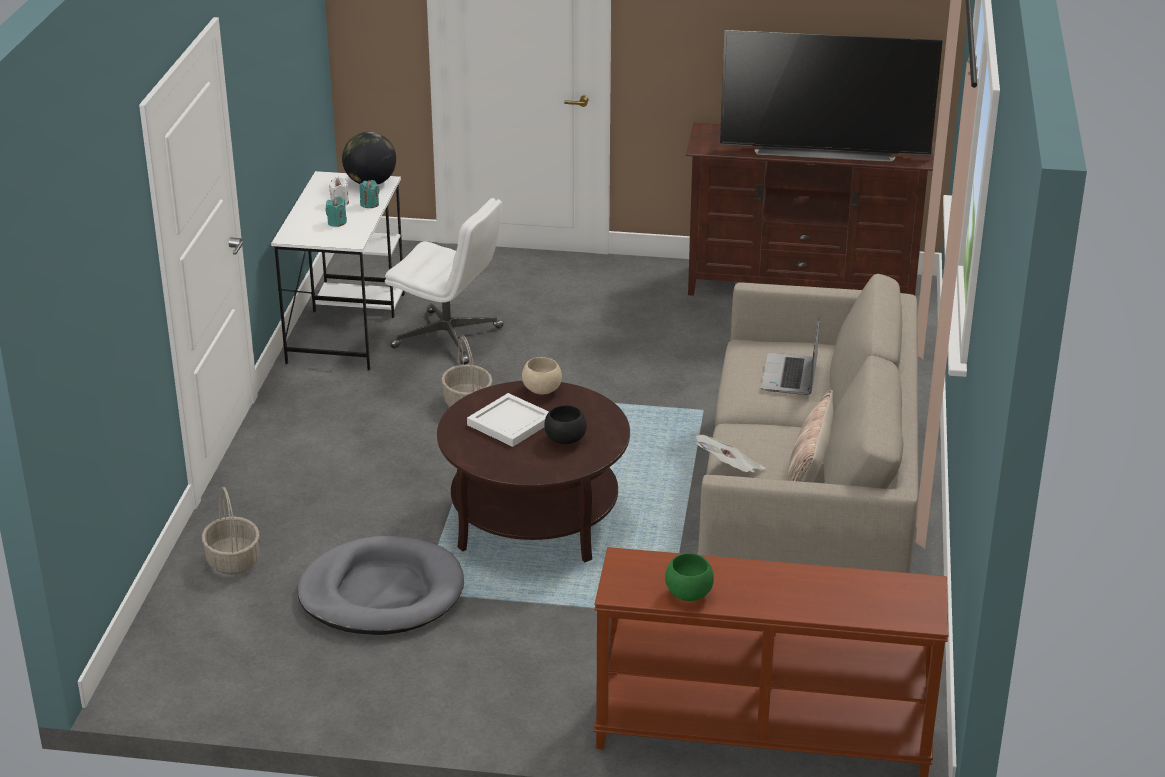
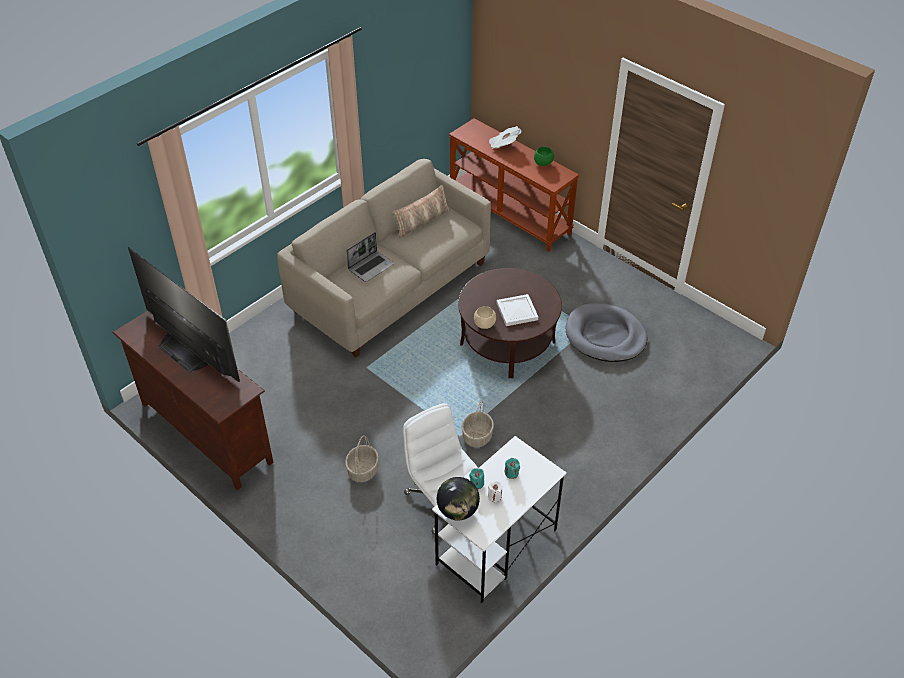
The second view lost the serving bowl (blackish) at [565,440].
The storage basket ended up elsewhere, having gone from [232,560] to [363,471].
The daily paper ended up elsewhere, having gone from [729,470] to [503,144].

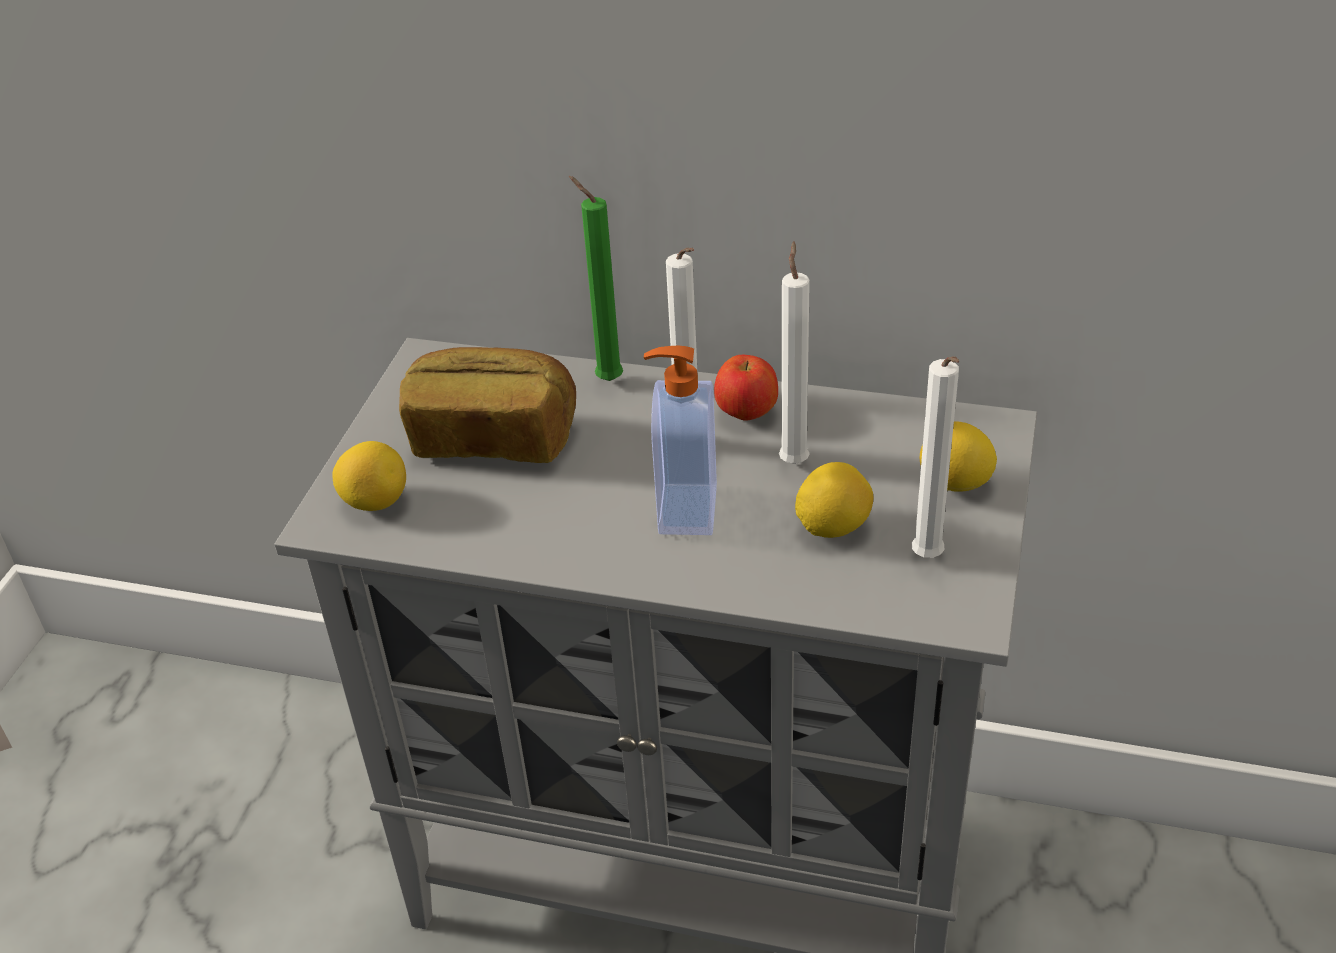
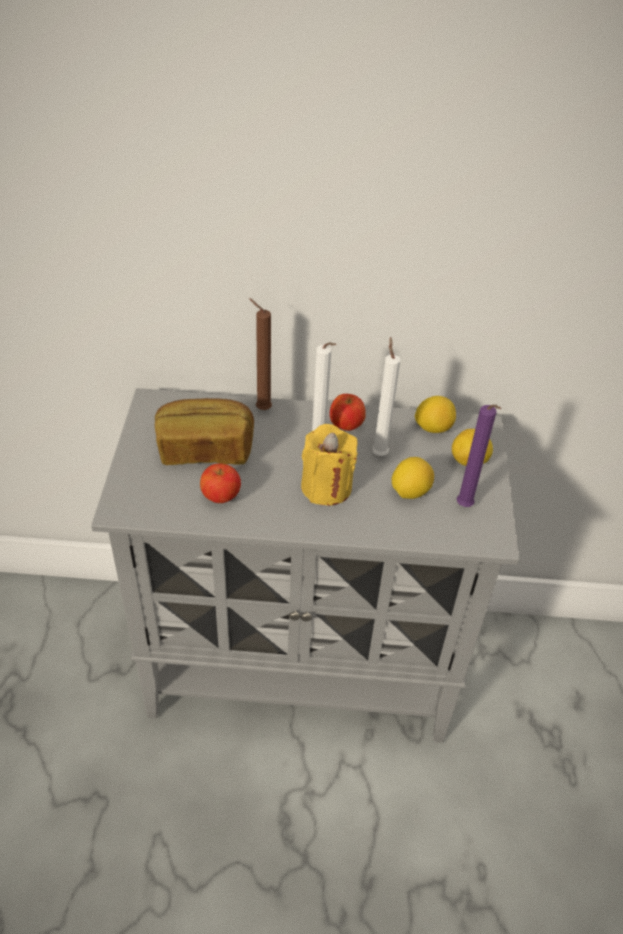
The second view gained the apple fruit at [221,496].
The whole lemon ended up elsewhere, having gone from [375,502] to [433,428].
Where the soap dispenser stood at [684,510], the wax candle (yellowish) came to stand at [326,487].
What was the wax candle (green) at [605,379] turned into the wax candle (brown-coloured) at [261,409].
What was the wax candle (whitish) at [928,560] turned into the wax candle (purple-coloured) at [465,507].

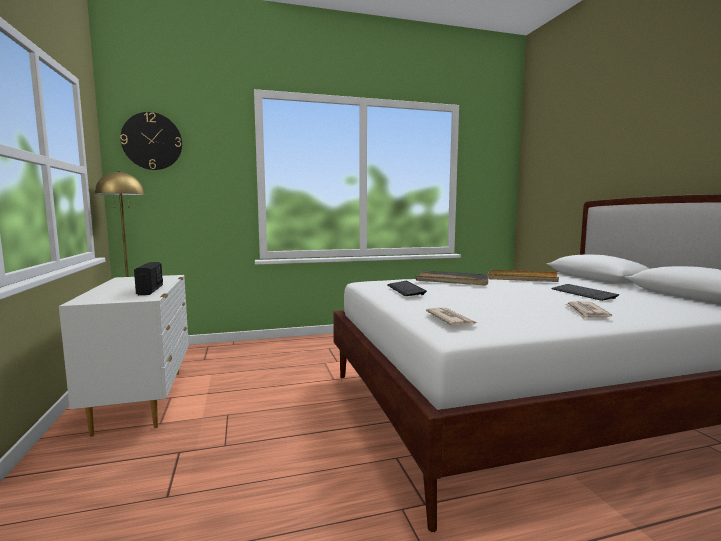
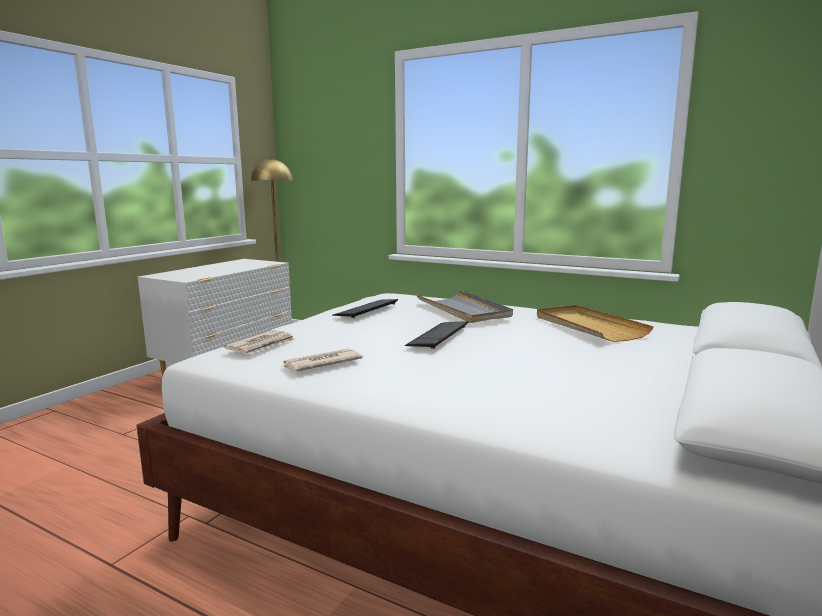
The second view lost the clock on the wall at [152,141].
The second view lost the radio set at [150,290].
The keyboard ended up elsewhere, having gone from [583,293] to [438,336].
The daily paper ended up elsewhere, having gone from [586,312] to [321,364].

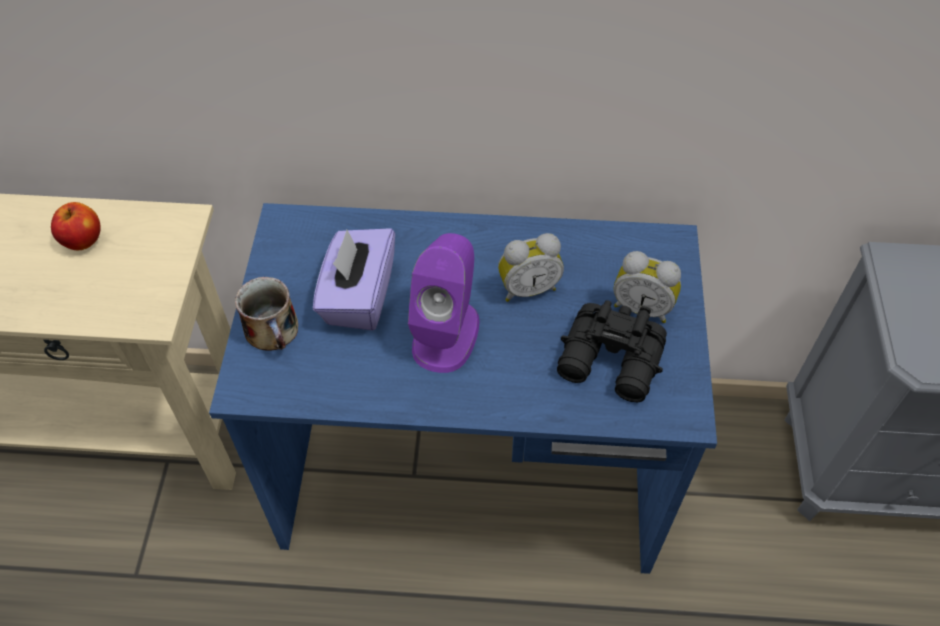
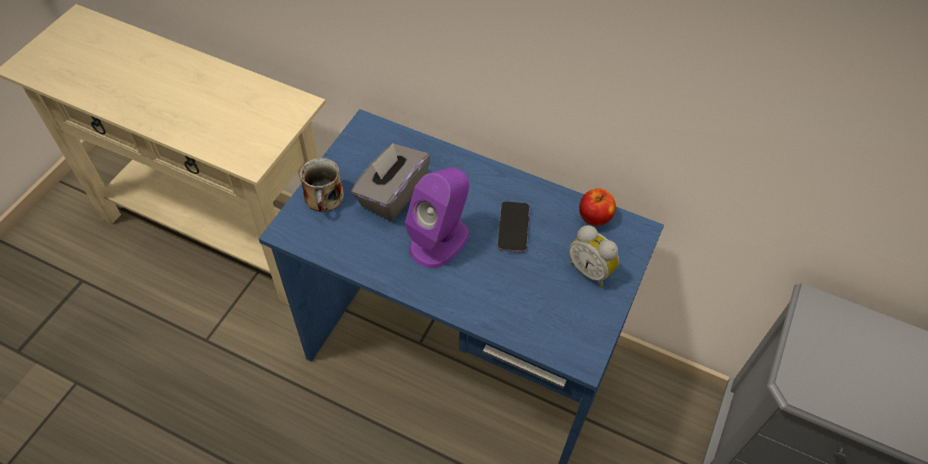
The second view lost the pair of binoculars (blackish) at [611,363].
The apple fruit ended up elsewhere, having gone from [83,241] to [594,217].
Where the table clock stood at [527,288], the phone came to stand at [513,228].
What was the tissue holder (purple-coloured) at [358,297] turned into the tissue holder (gray) at [392,194].

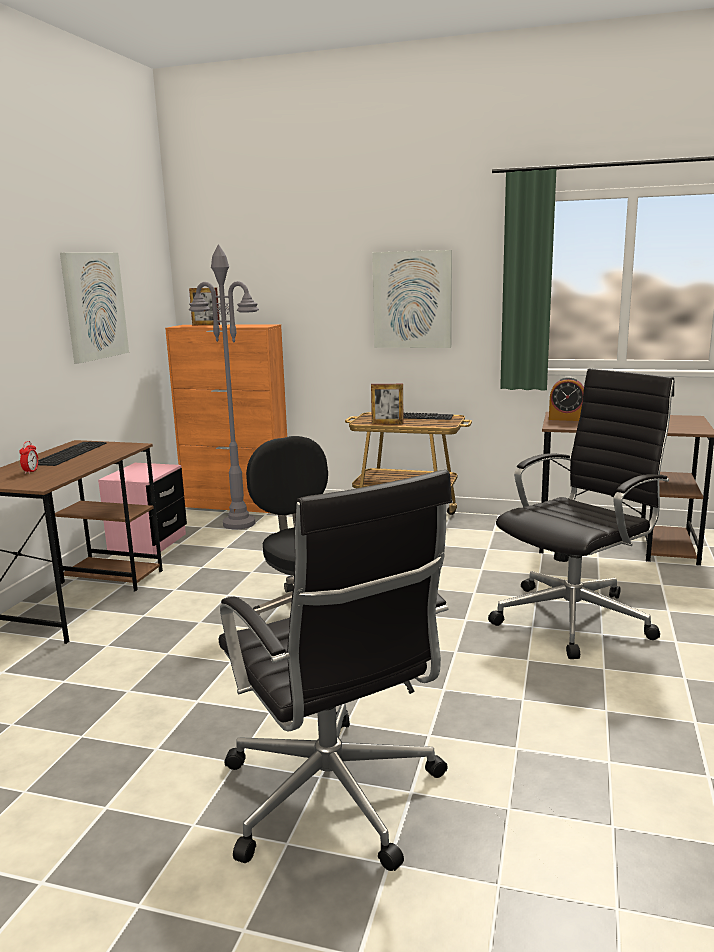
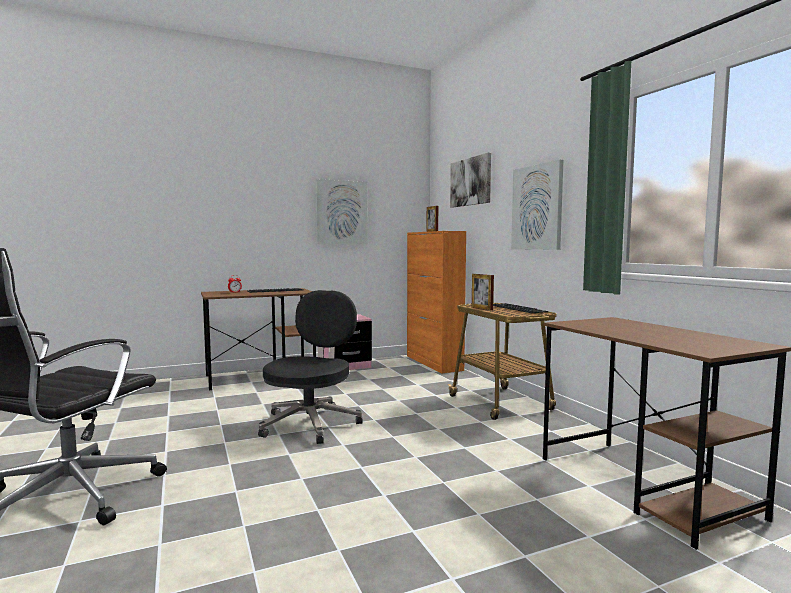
The second view lost the floor lamp (gray) at [238,523].
The second view lost the office chair (blackish) at [576,618].
The second view lost the table clock at [566,419].
The second view gained the wall picture at [470,182].

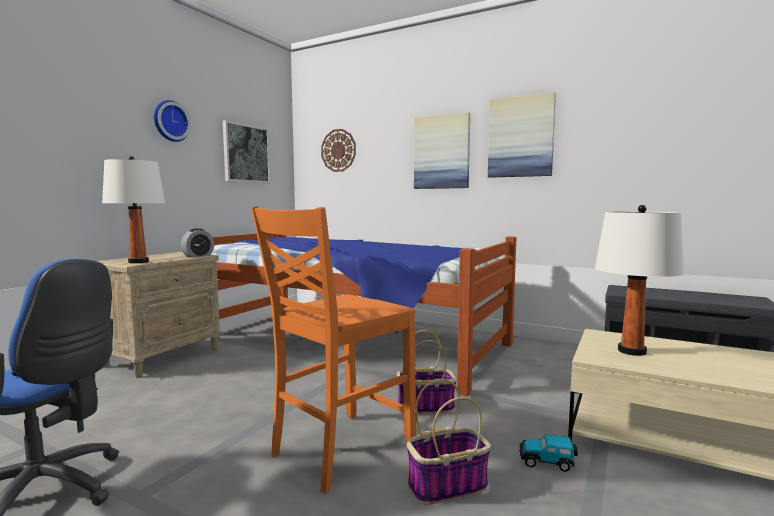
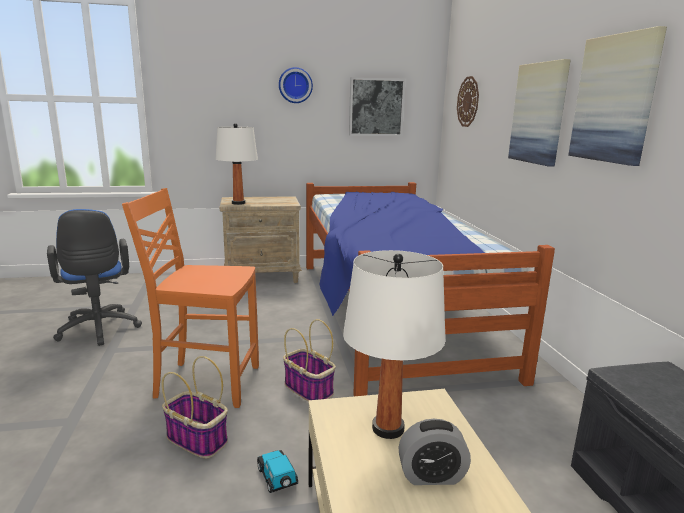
The table clock ended up elsewhere, having gone from [198,256] to [431,476].

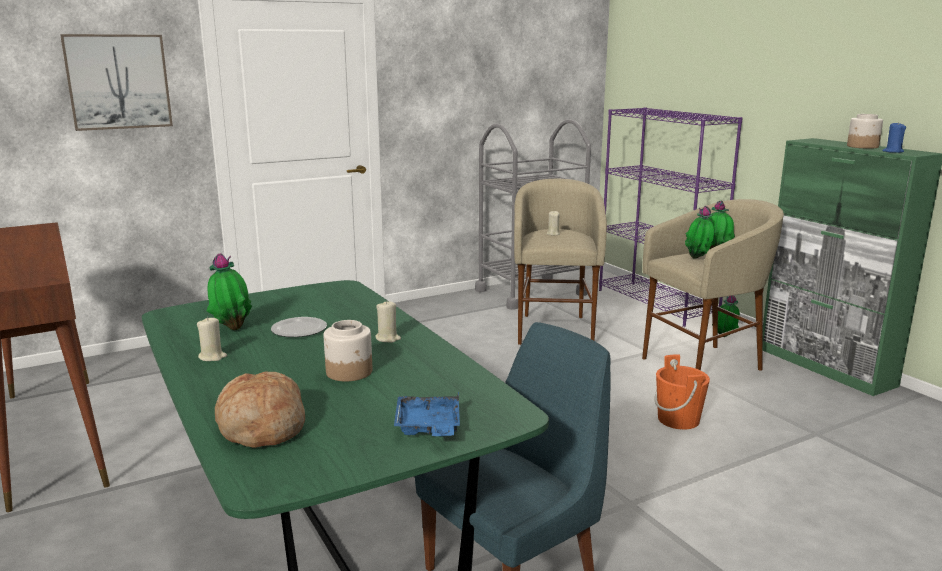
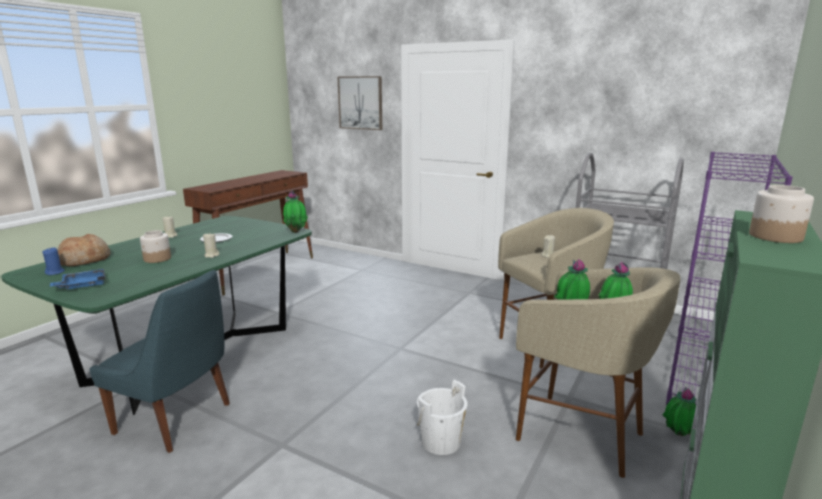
The houseplant ended up elsewhere, having gone from [232,328] to [296,231].
The wax candle (bluish) ended up elsewhere, having gone from [892,151] to [55,272].
What was the bucket (orange) at [678,419] turned into the bucket (whitish) at [441,441].

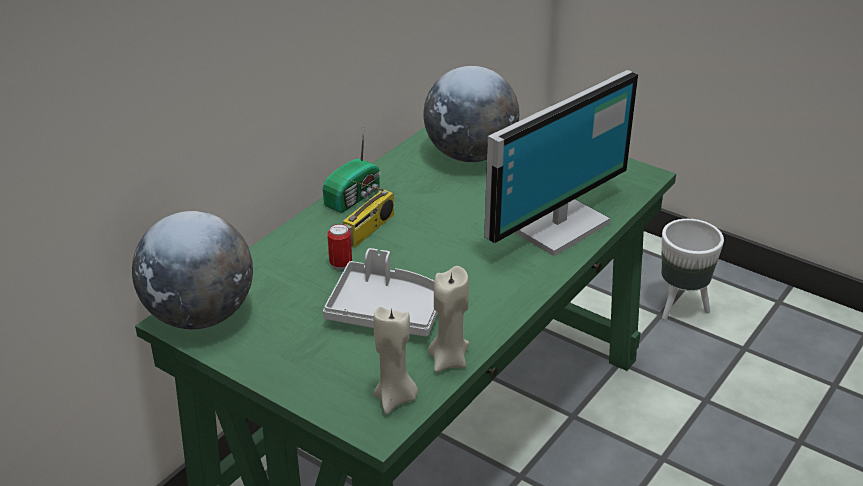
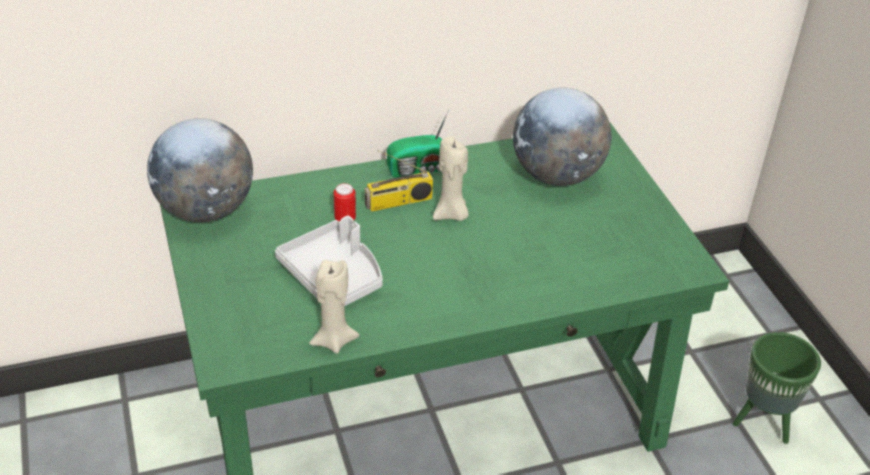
The second view lost the computer display at [555,224].
The wax candle (beige) ended up elsewhere, having gone from [395,398] to [451,214].
What was the flower pot (whitish) at [681,307] turned into the flower pot (green) at [763,423].

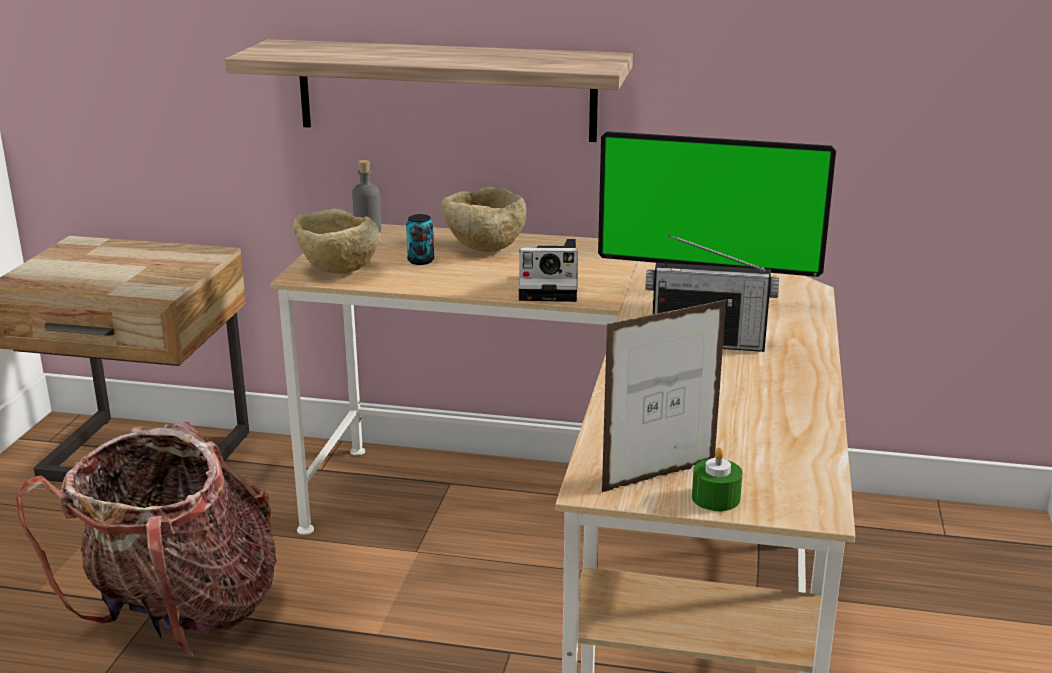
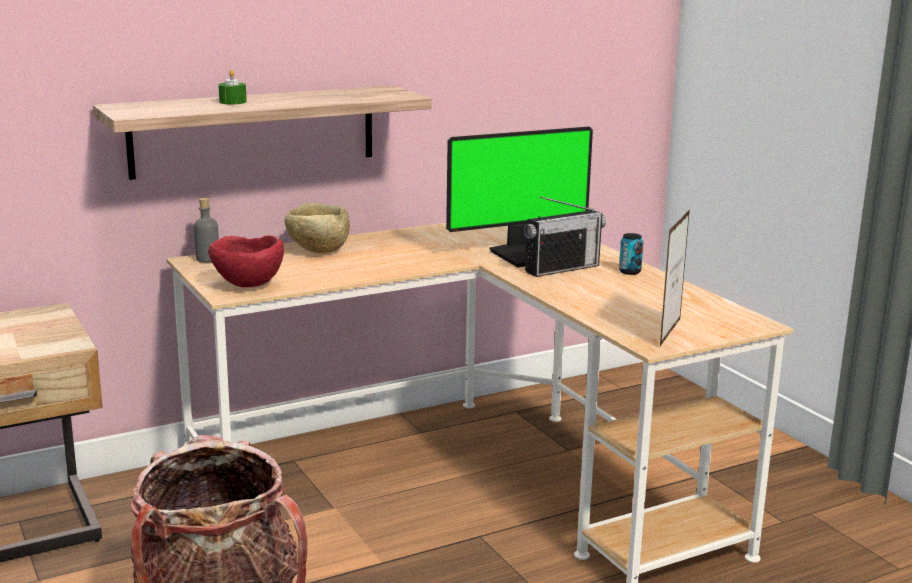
The second view lost the still camera at [551,287].
The metal can ended up elsewhere, having gone from [420,261] to [629,271].
The wax candle (green) ended up elsewhere, having gone from [715,498] to [233,102].
What was the serving bowl (beige) at [337,272] turned into the serving bowl (reddish) at [248,287].

